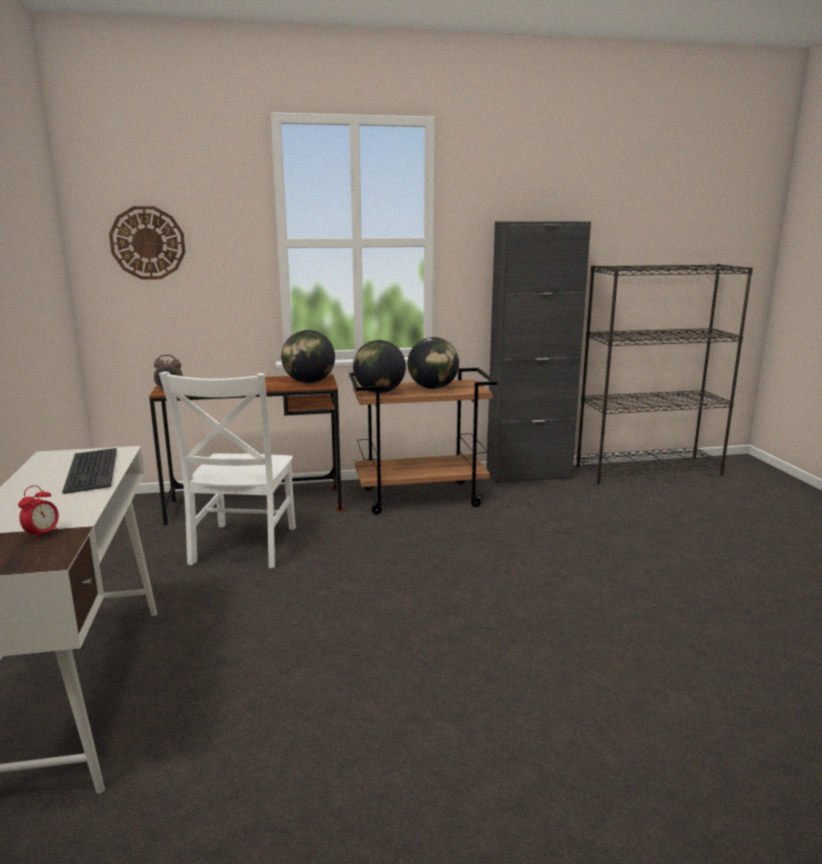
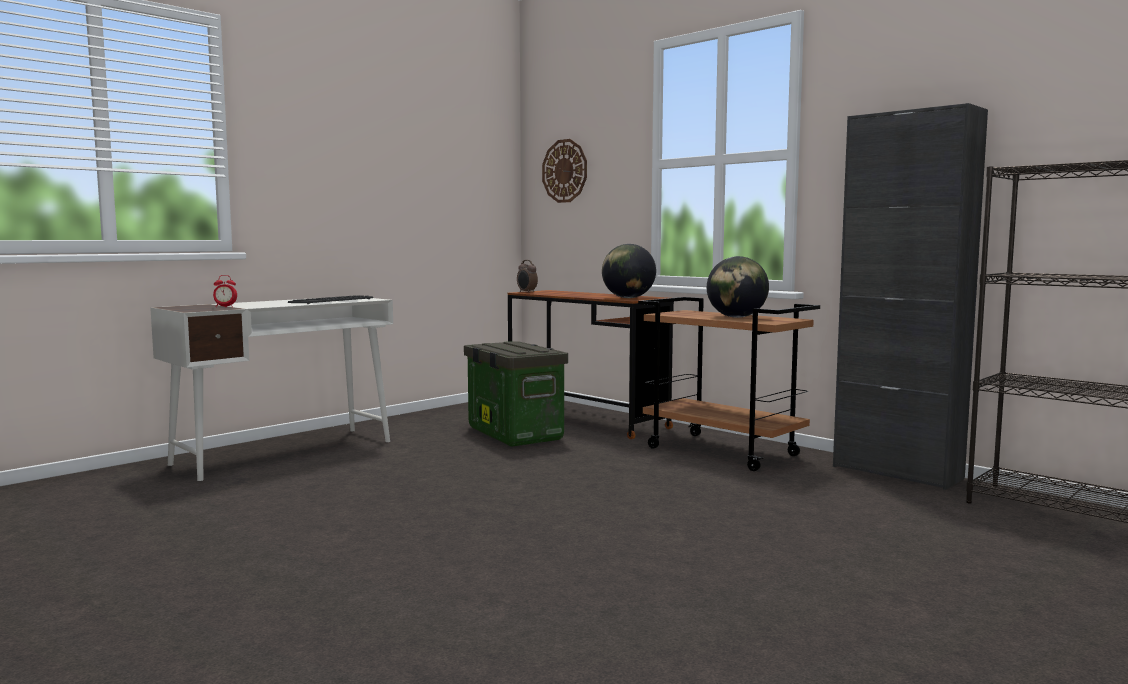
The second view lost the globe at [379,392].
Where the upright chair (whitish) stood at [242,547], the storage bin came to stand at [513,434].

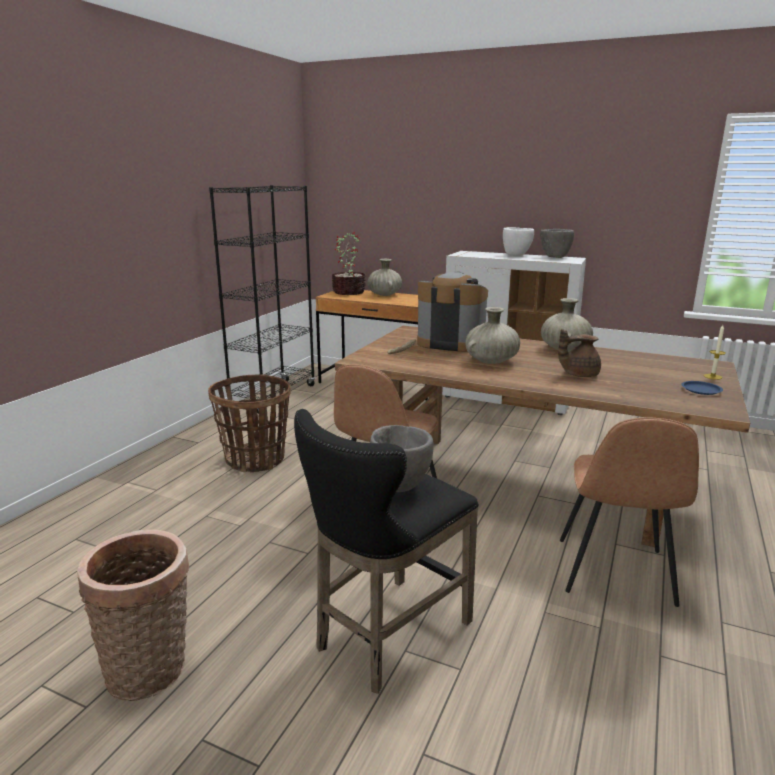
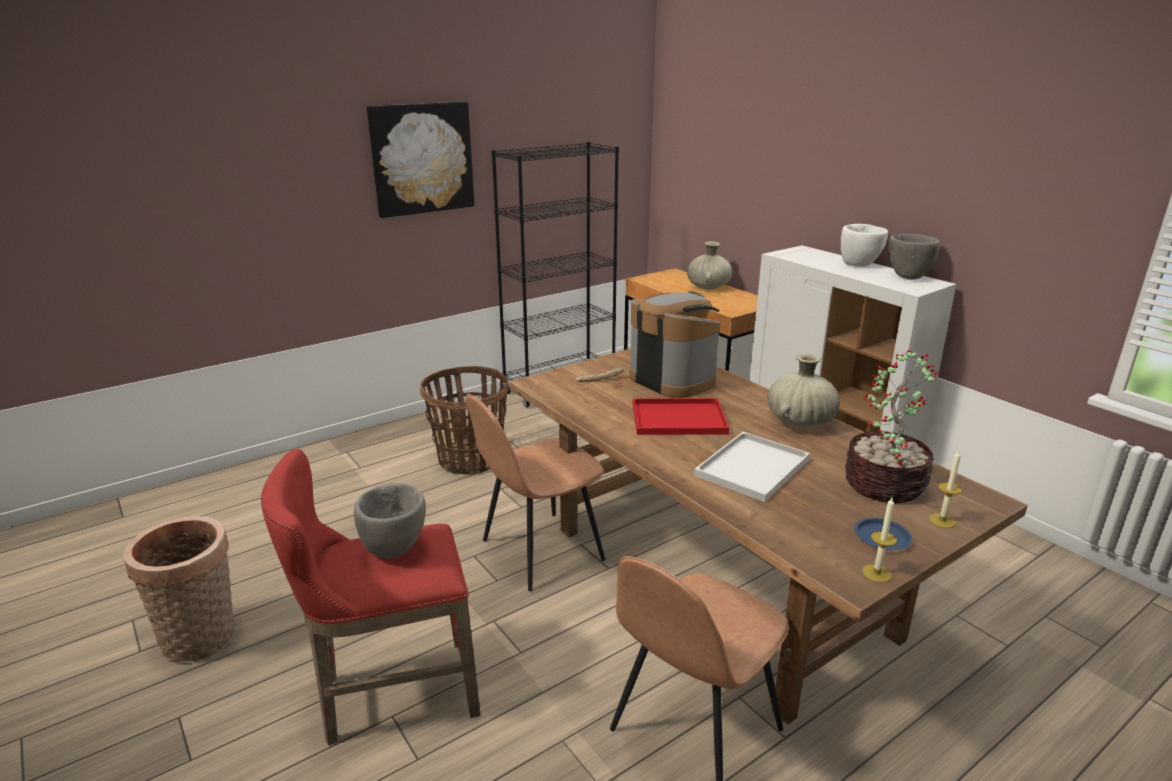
The second view gained the wall picture at [422,158].
The second view gained the wax candle at [876,573].
The houseplant ended up elsewhere, having gone from [349,292] to [884,484].
Where the decorative vase (beige) stood at [491,361], the tray (reddish) came to stand at [676,419].
Where the teapot (brown-coloured) stood at [578,374], the tray (whitish) came to stand at [752,466].
What was the stool (blackish) at [386,637] turned into the stool (reddish) at [390,695].

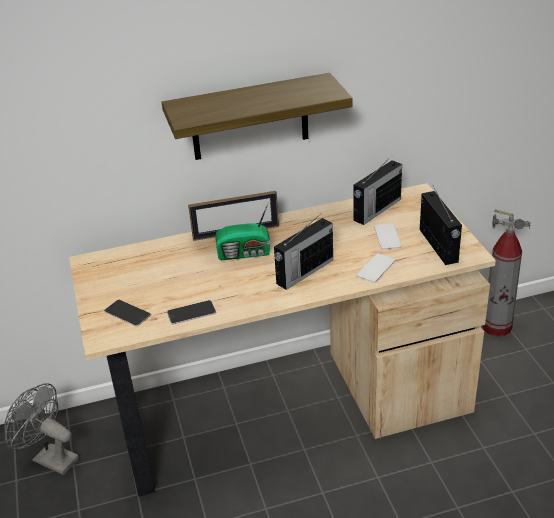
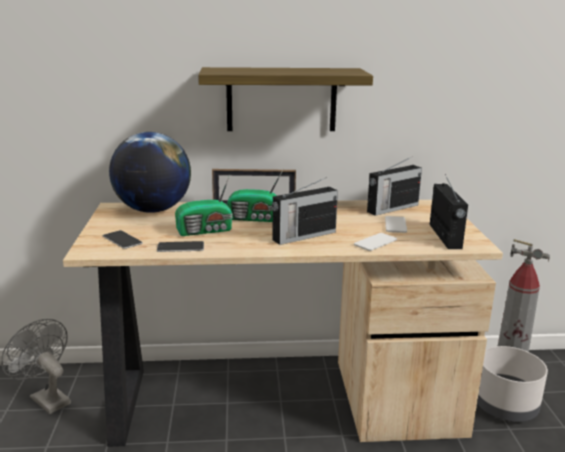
The second view gained the globe at [153,210].
The second view gained the radio set at [206,231].
The second view gained the flower pot (gray) at [506,406].

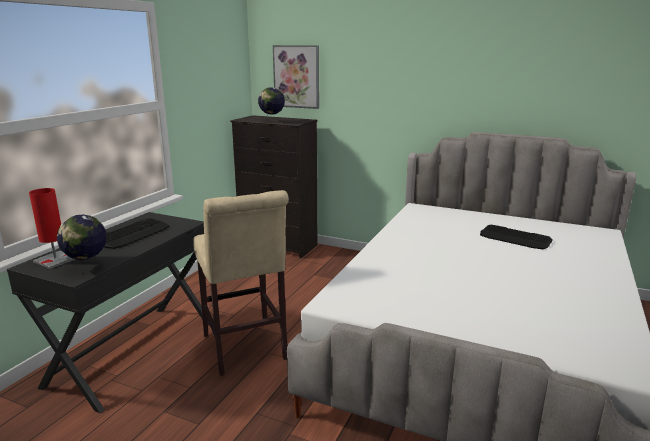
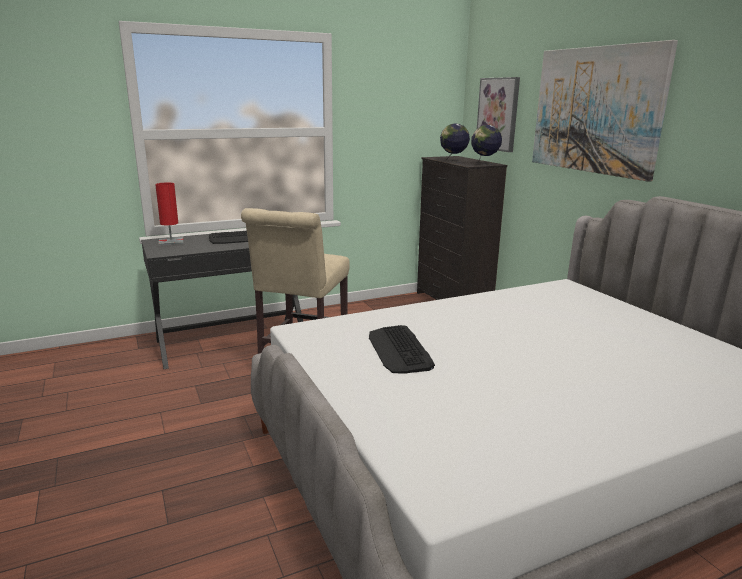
The second view gained the wall picture at [595,110].
The globe ended up elsewhere, having gone from [87,269] to [484,164].
The keyboard ended up elsewhere, having gone from [515,238] to [399,350].

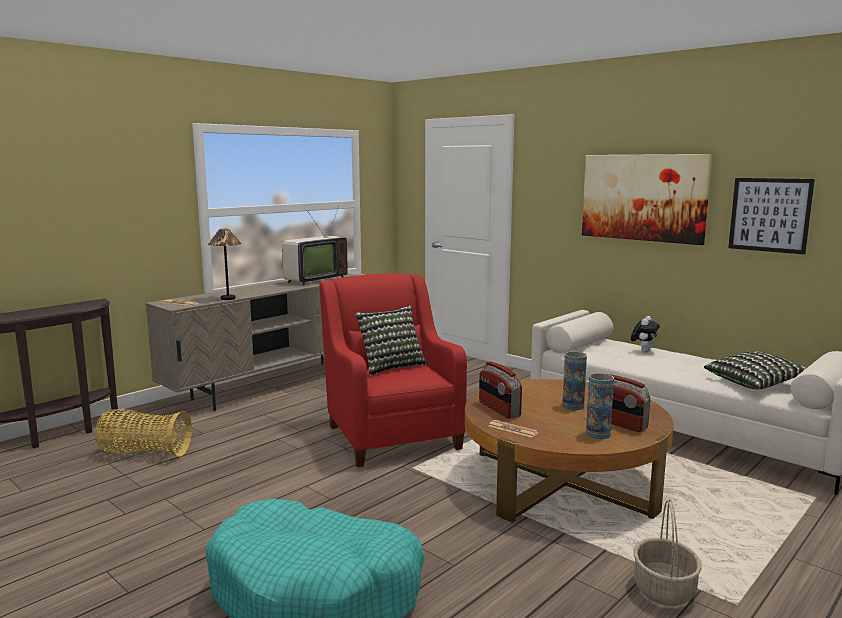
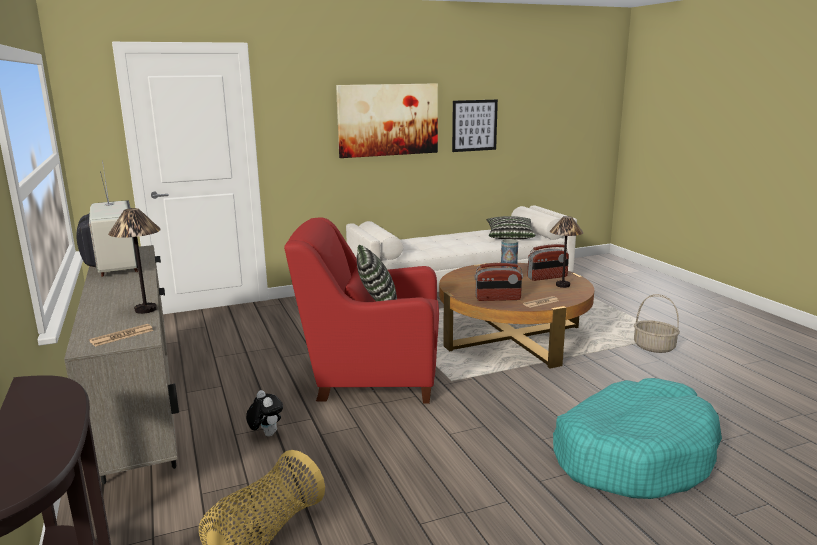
The soft toy ended up elsewhere, having gone from [643,351] to [266,434].
Where the decorative vase stood at [598,434], the lamp for a table came to stand at [563,285].

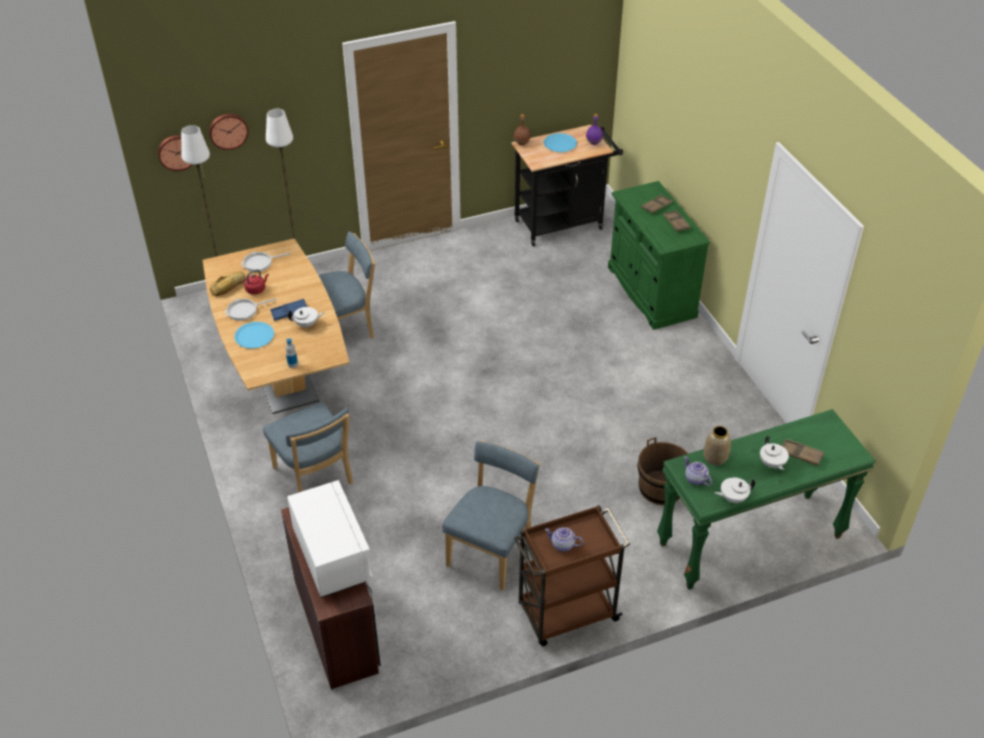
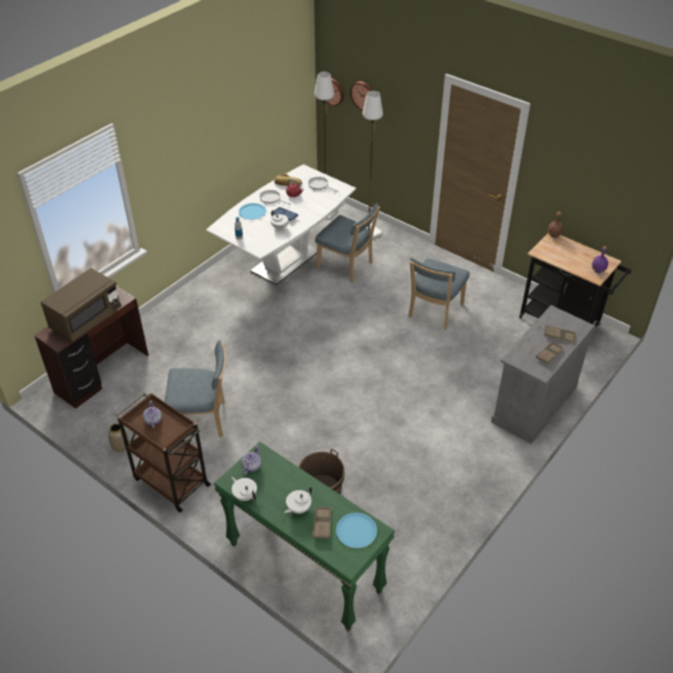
The upright chair (bluish) ended up elsewhere, having gone from [315,478] to [434,312].
The flat dish (bluish) ended up elsewhere, having gone from [560,143] to [356,531].
The decorative vase ended up elsewhere, having gone from [715,458] to [120,446].
What was the dinner table (brown-coloured) at [284,376] turned into the dinner table (whitish) at [285,261].
What was the microwave oven (whitish) at [332,556] turned into the microwave oven (brown-coloured) at [86,319].
What was the cabinet (green) at [651,292] turned into the cabinet (gray) at [534,404].

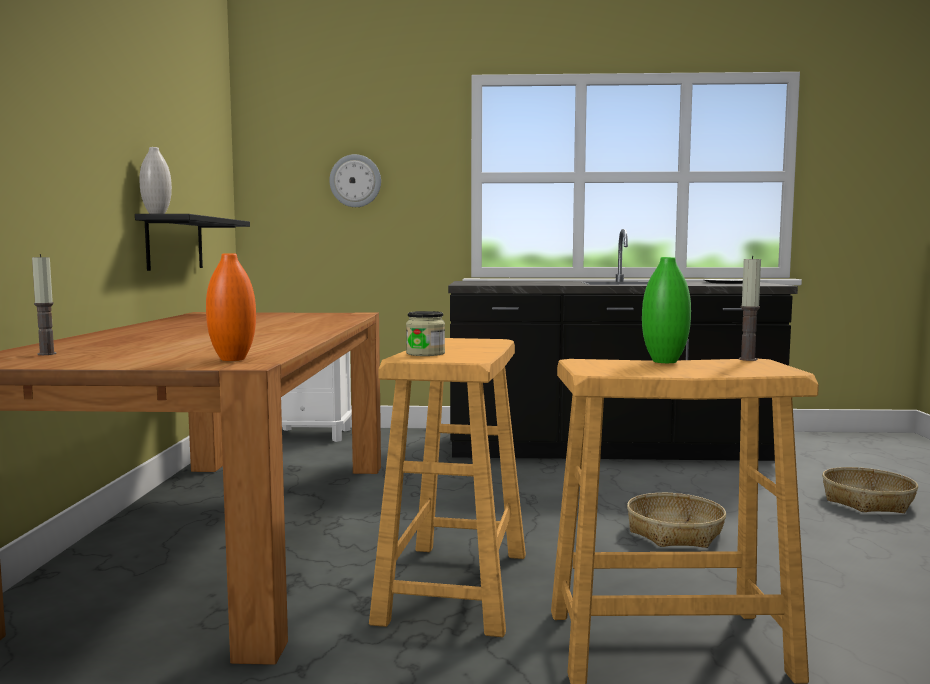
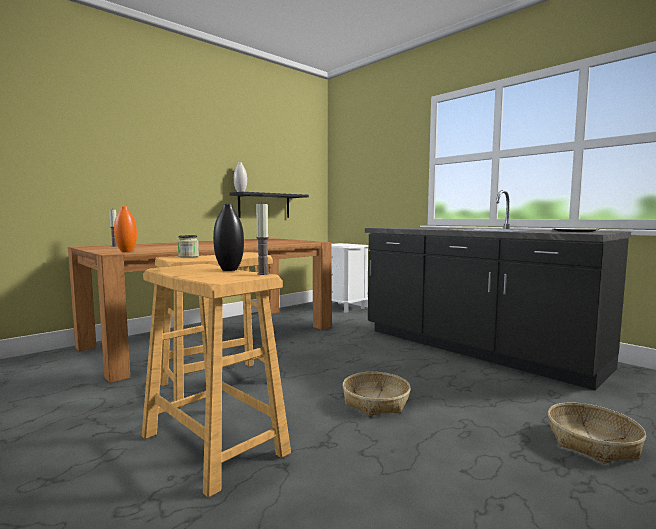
The second view lost the clock on the wall at [355,181].
What was the decorative vase (green) at [664,361] turned into the decorative vase (blackish) at [229,270].

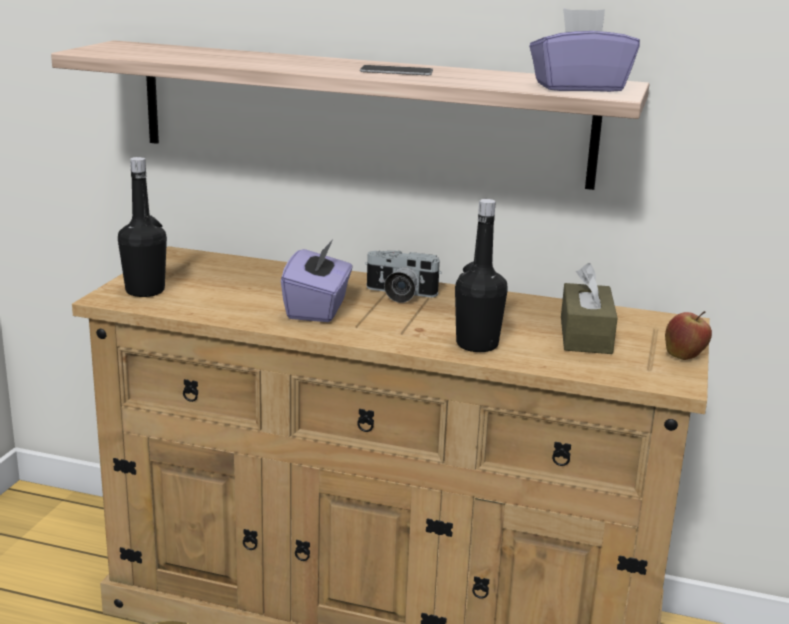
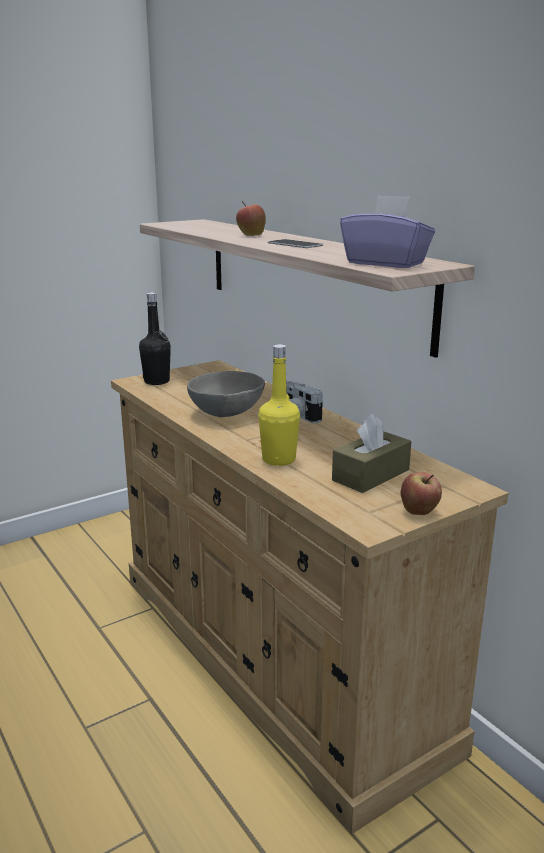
The second view gained the apple fruit at [250,235].
Where the tissue holder (purple-coloured) stood at [318,309], the serving bowl (gray) came to stand at [227,413].
What was the bottle (blackish) at [477,345] turned into the bottle (yellowish) at [279,459].

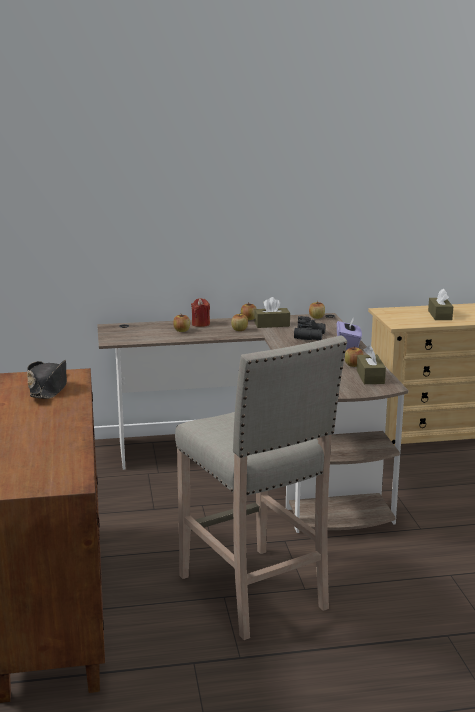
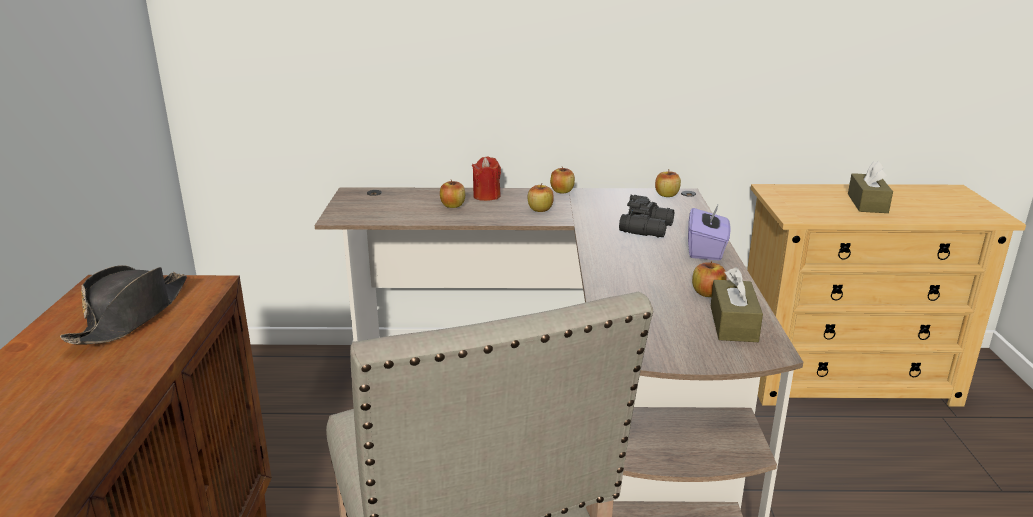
The second view lost the tissue holder (brown-coloured) at [272,324].

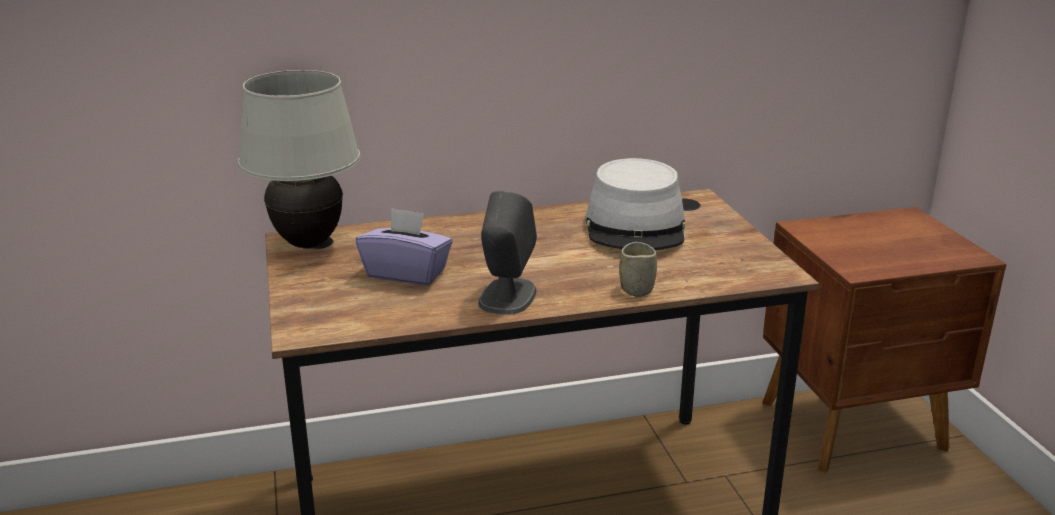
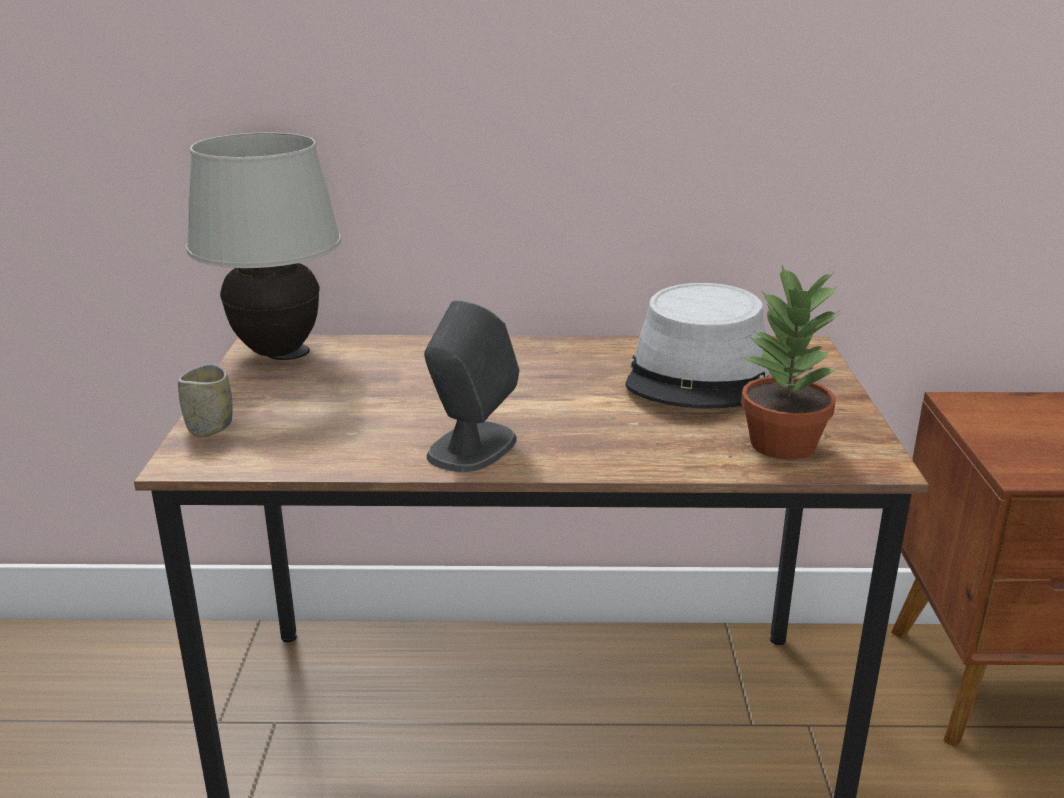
The second view lost the tissue holder (purple-coloured) at [407,273].
The second view gained the houseplant at [783,445].
The cup ended up elsewhere, having gone from [636,289] to [210,427].

